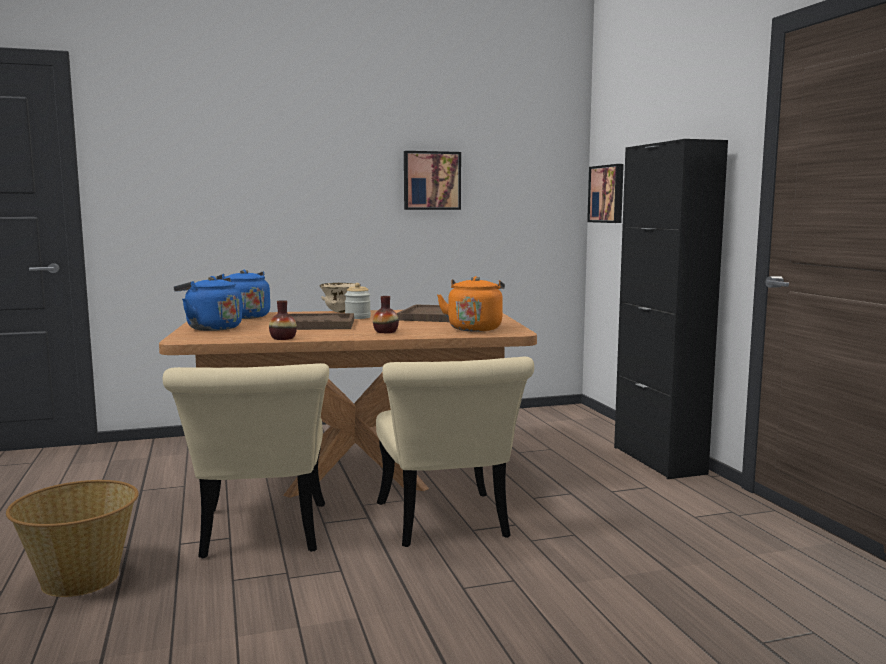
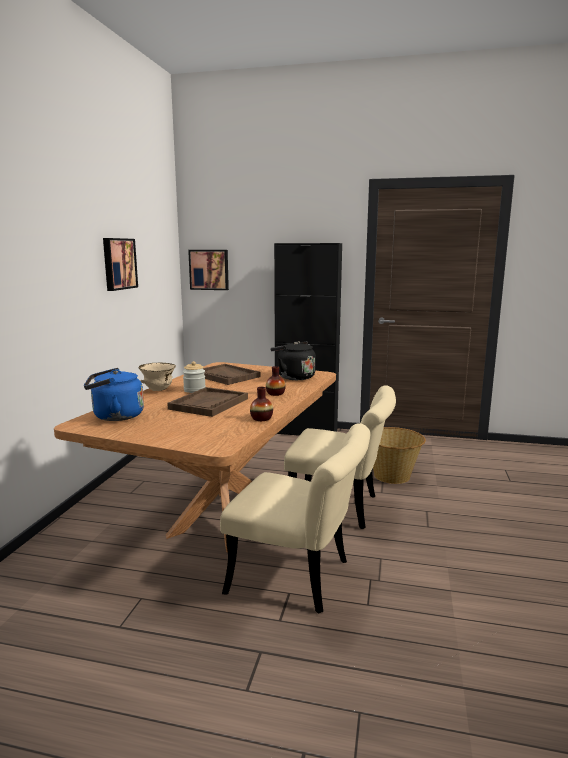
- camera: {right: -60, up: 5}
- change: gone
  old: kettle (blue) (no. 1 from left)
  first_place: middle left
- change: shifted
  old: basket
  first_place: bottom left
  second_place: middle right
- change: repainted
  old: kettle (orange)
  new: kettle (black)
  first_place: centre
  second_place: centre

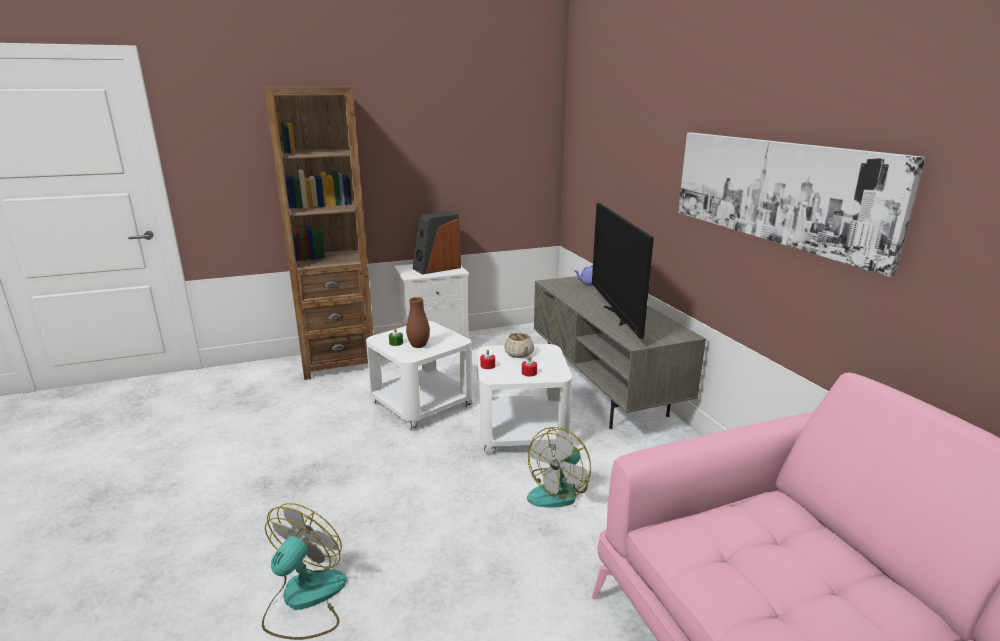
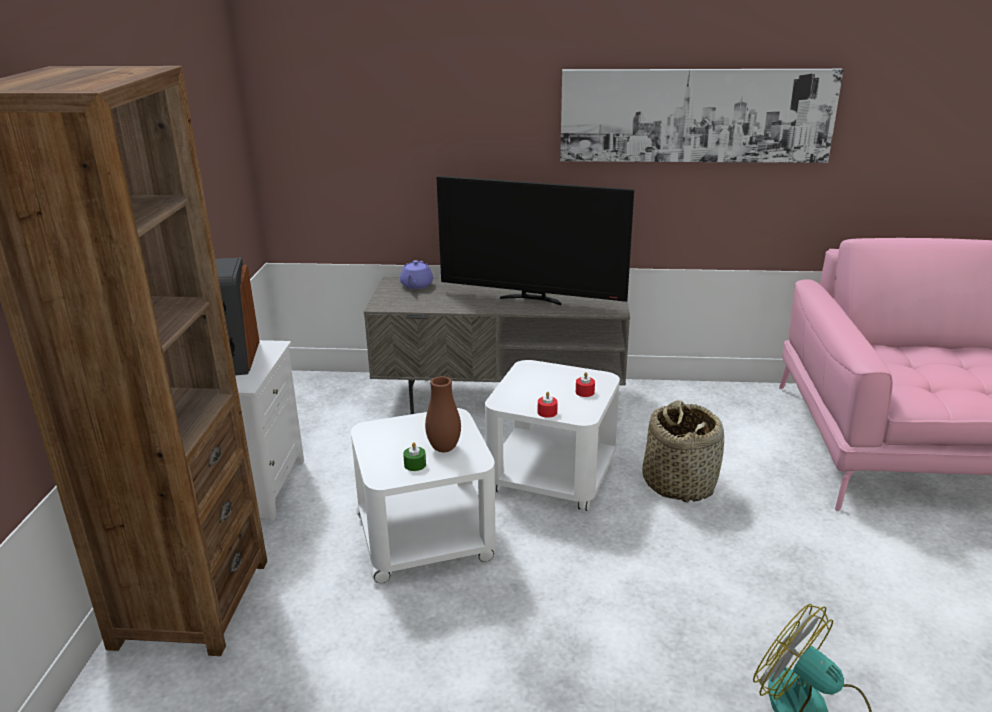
- camera: {right: -65, up: 5}
- change: gone
  old: teapot (beige)
  first_place: centre
- change: swapped
  old: fan (no. 2 from left)
  new: basket
  first_place: bottom centre
  second_place: middle right

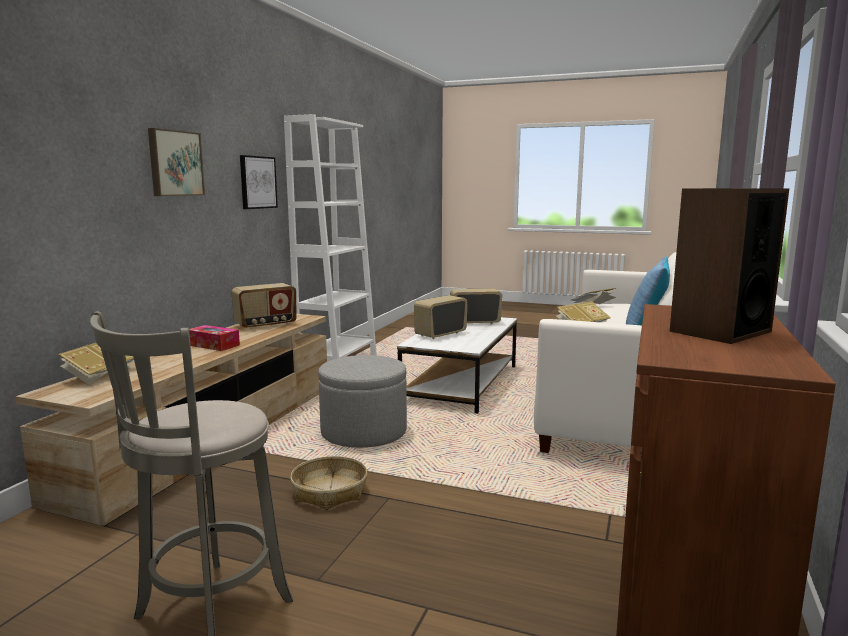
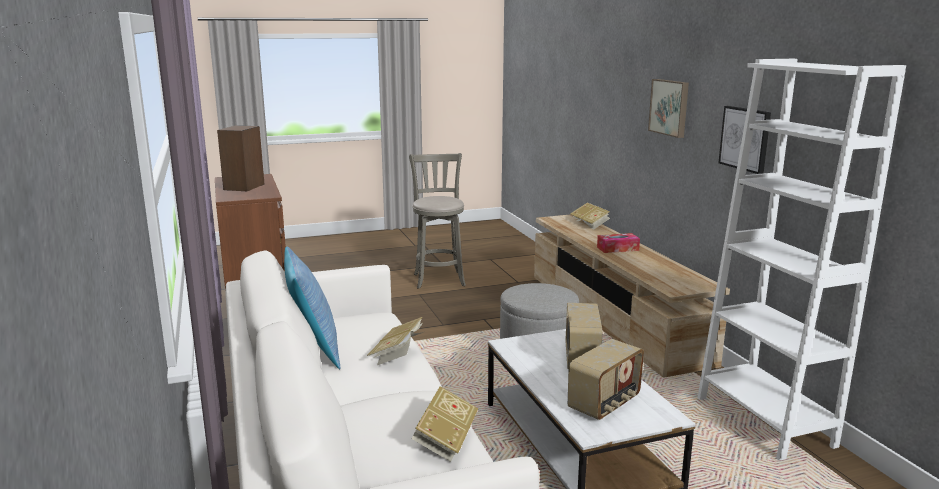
- camera: {right: 140, up: 5}
- change: gone
  old: radio (no. 1 from left)
  first_place: middle left
- change: gone
  old: basket
  first_place: bottom centre

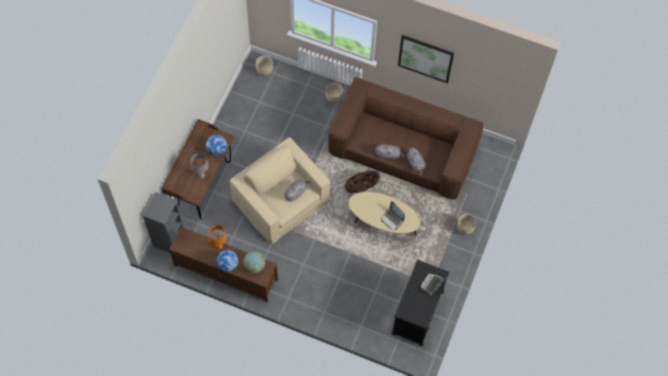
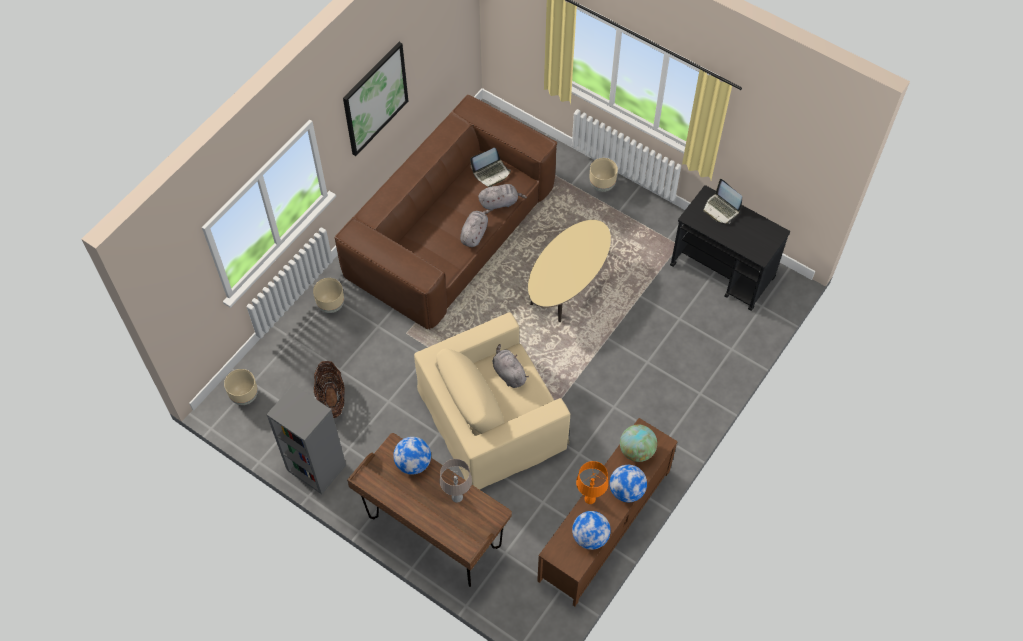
- camera: {right: -75, up: -5}
- change: new
  new: globe (no. 2 from left)
  second_place: bottom centre
- change: shifted
  old: bookcase (grey)
  first_place: middle left
  second_place: bottom left
- change: shifted
  old: basket
  first_place: centre
  second_place: middle left
- change: shifted
  old: laptop (no. 1 from left)
  first_place: centre
  second_place: top centre

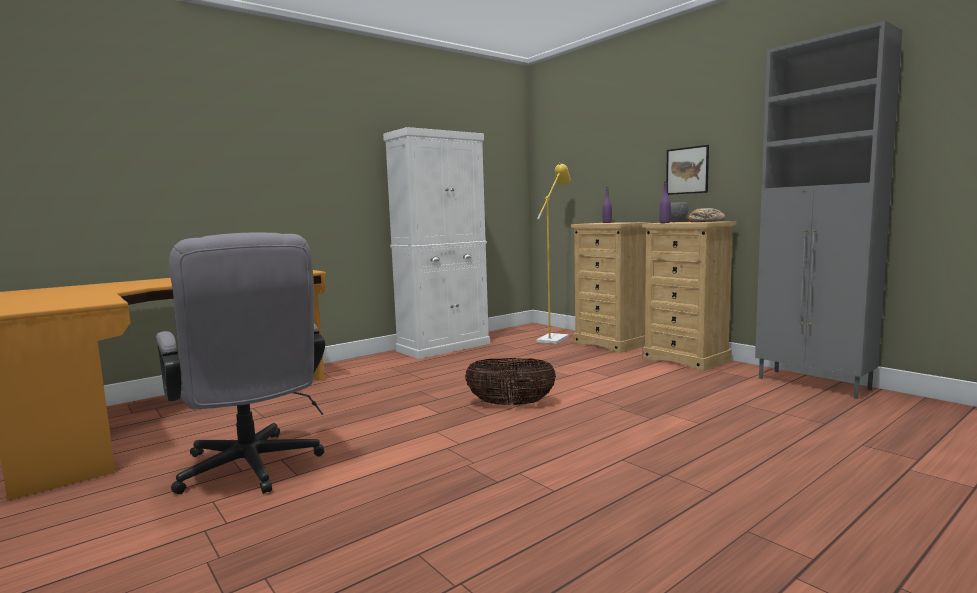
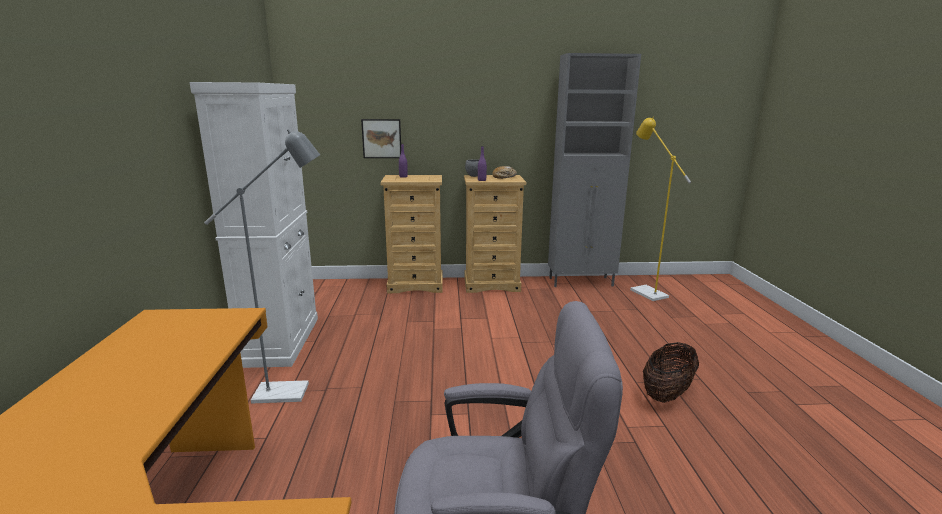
- camera: {right: -55, up: 10}
- change: new
  new: floor lamp (grey)
  second_place: middle left
- change: shifted
  old: basket
  first_place: centre
  second_place: bottom right
- change: shifted
  old: floor lamp (yellow)
  first_place: centre
  second_place: middle right
- change: shifted
  old: picture
  first_place: top right
  second_place: top centre

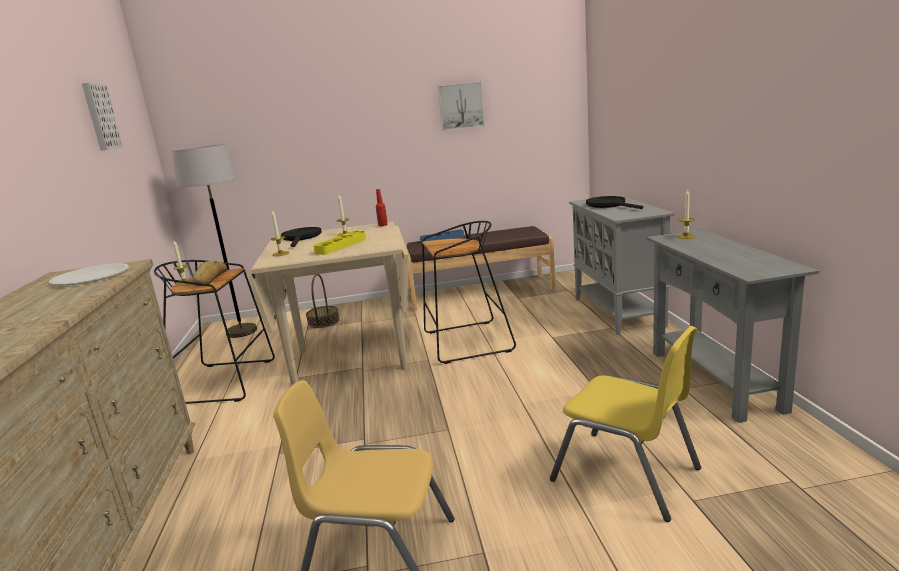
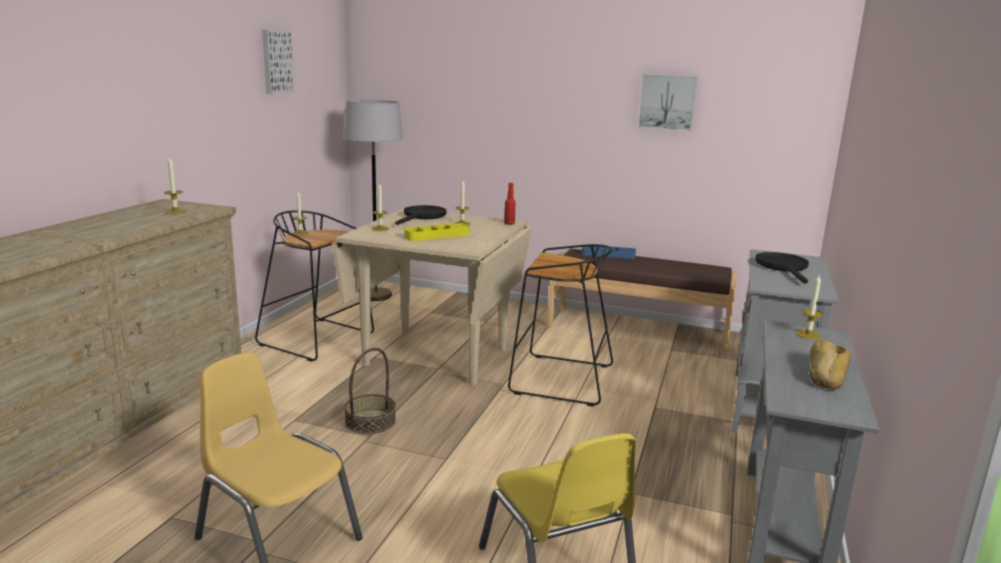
- camera: {right: 25, up: 0}
- change: shifted
  old: bread
  first_place: middle left
  second_place: middle right
- change: shifted
  old: basket
  first_place: centre
  second_place: bottom centre
- change: swapped
  old: plate (white)
  new: candle (no. 1 from left)
  first_place: middle left
  second_place: top left

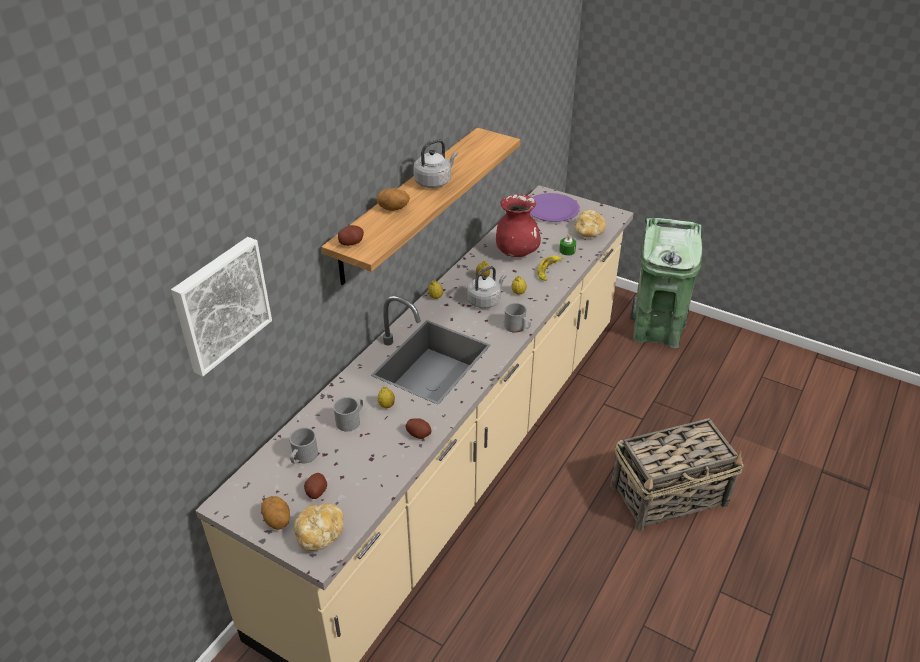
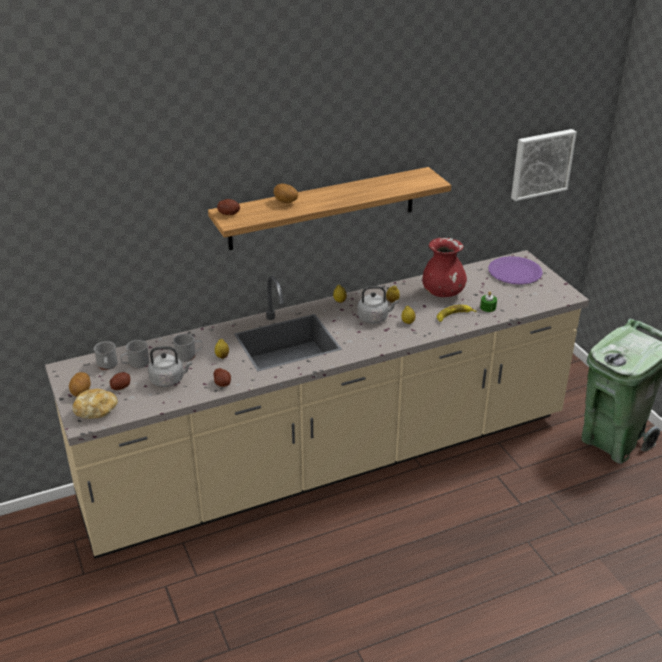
- camera: {right: 35, up: -5}
- change: gone
  old: bread (no. 2 from left)
  first_place: centre
- change: gone
  old: basket
  first_place: bottom right
- change: shifted
  old: picture
  first_place: middle left
  second_place: top right
- change: shifted
  old: kettle (grey) (no. 1 from left)
  first_place: top centre
  second_place: middle left
- change: shifted
  old: mug (grey) (no. 3 from left in the first image)
  new: mug (grey) (no. 1 from left)
  first_place: centre
  second_place: middle left

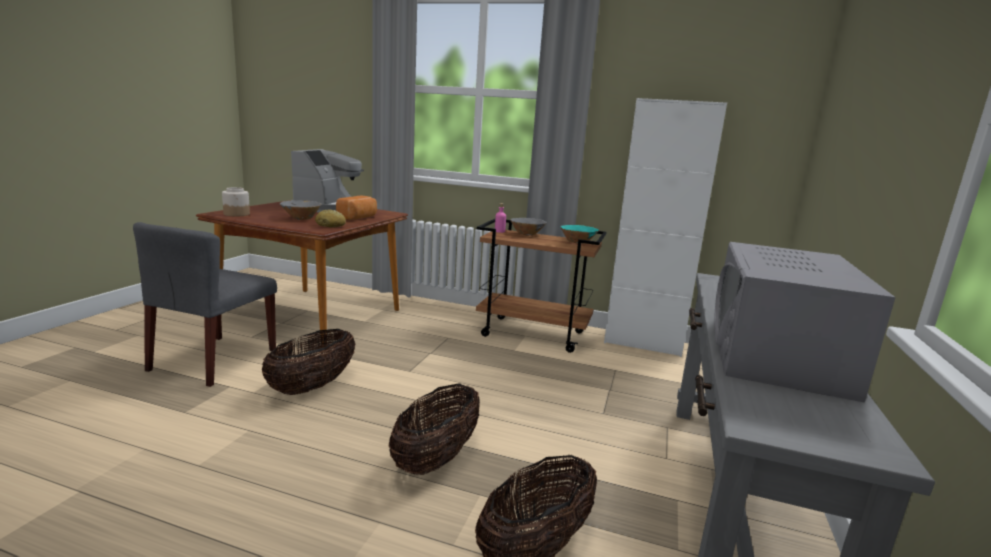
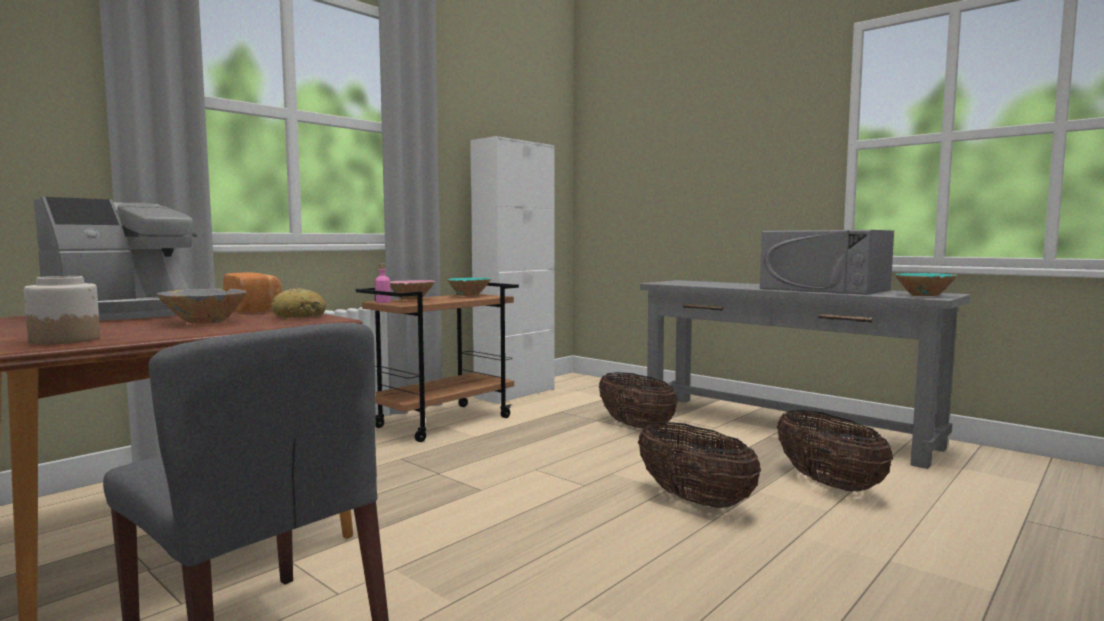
- camera: {right: -65, up: -10}
- change: new
  new: bowl (turquoise) (no. 2 from left)
  second_place: middle right
- change: shifted
  old: basket (no. 1 from left)
  first_place: middle left
  second_place: centre
- change: repainted
  old: bowl (grey) (no. 2 from left)
  new: bowl (pink)
  first_place: centre
  second_place: centre
- change: rotated
  old: coffee machine
  first_place: top left
  second_place: middle left
  degrees: 90

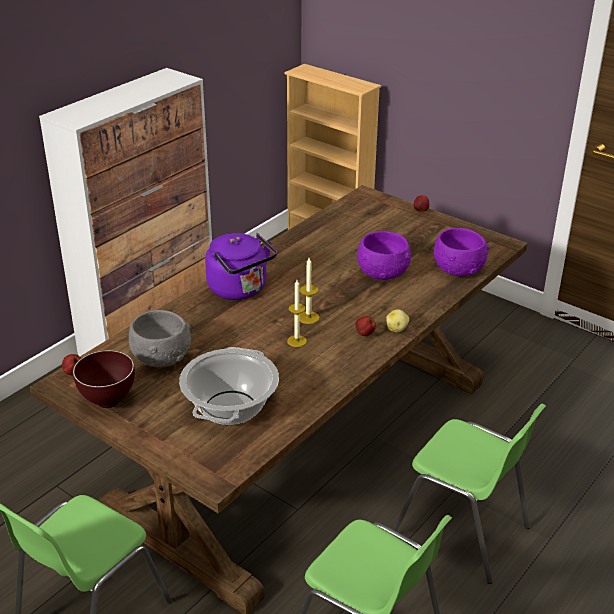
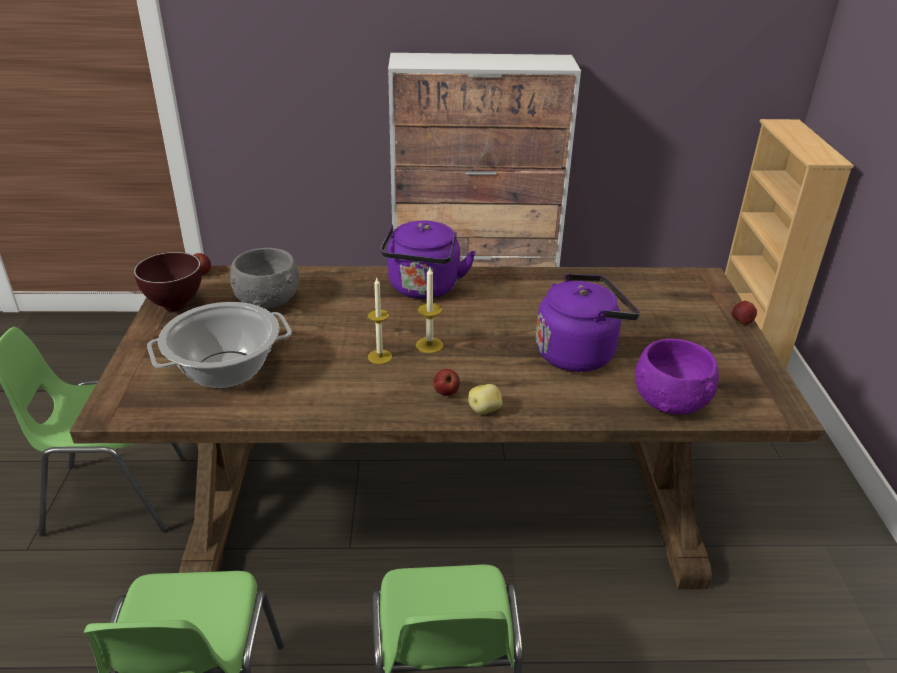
- camera: {right: 50, up: 0}
- change: swapped
  old: bowl (purple) (no. 1 from left)
  new: kettle (purple) (no. 2 from left)
  first_place: centre
  second_place: centre

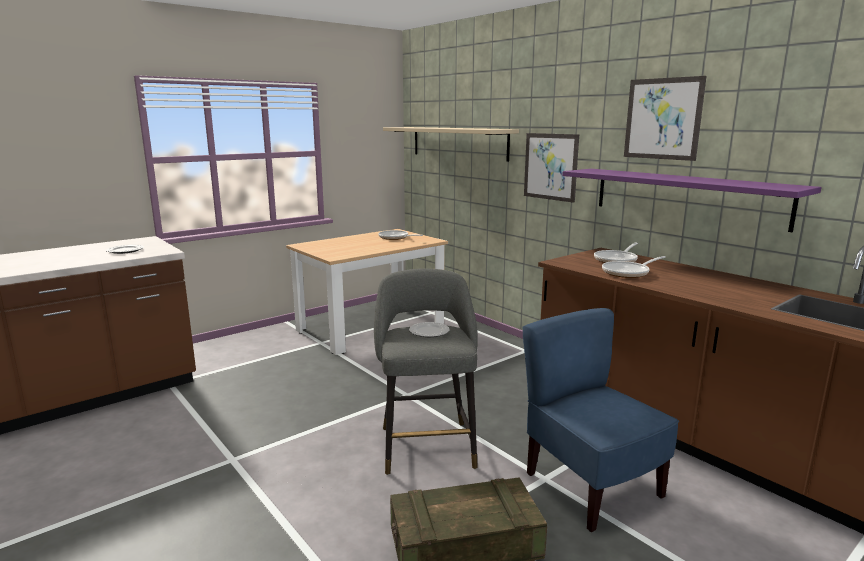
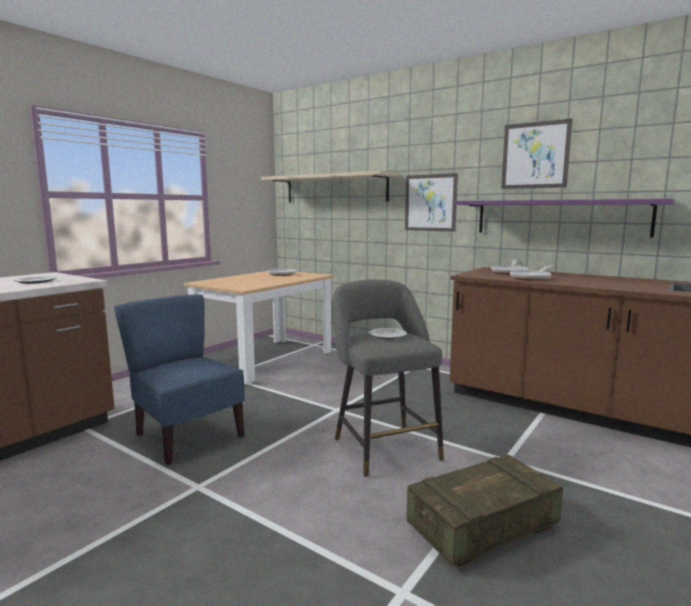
- camera: {right: -15, up: -5}
- change: shifted
  old: chair (blue)
  first_place: bottom right
  second_place: middle left

